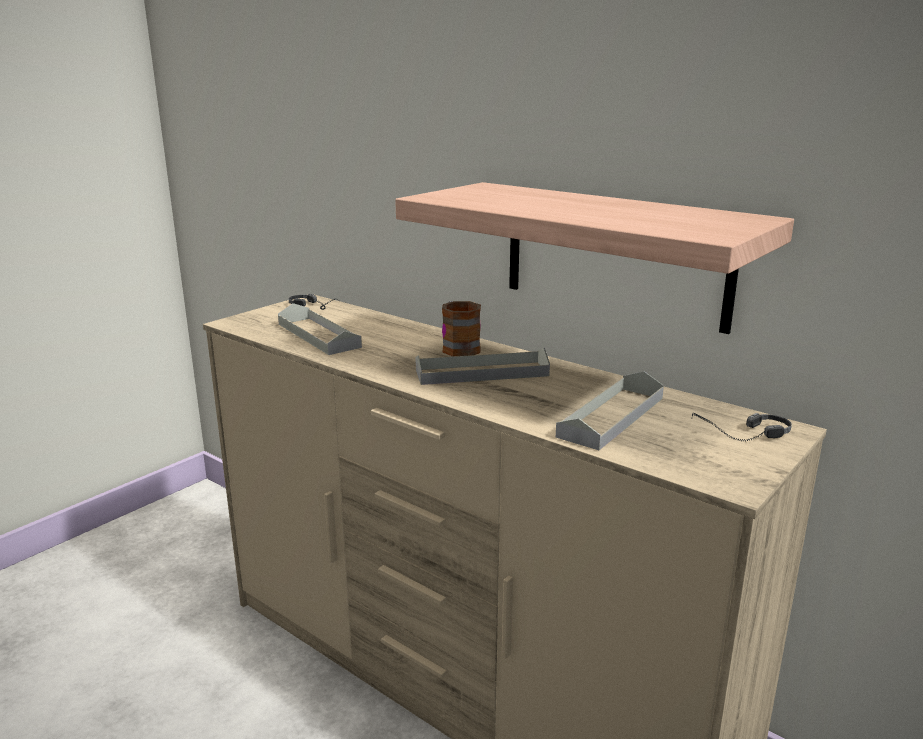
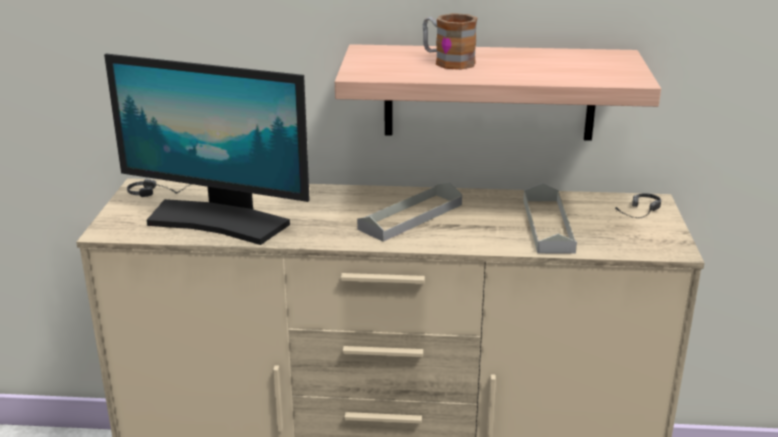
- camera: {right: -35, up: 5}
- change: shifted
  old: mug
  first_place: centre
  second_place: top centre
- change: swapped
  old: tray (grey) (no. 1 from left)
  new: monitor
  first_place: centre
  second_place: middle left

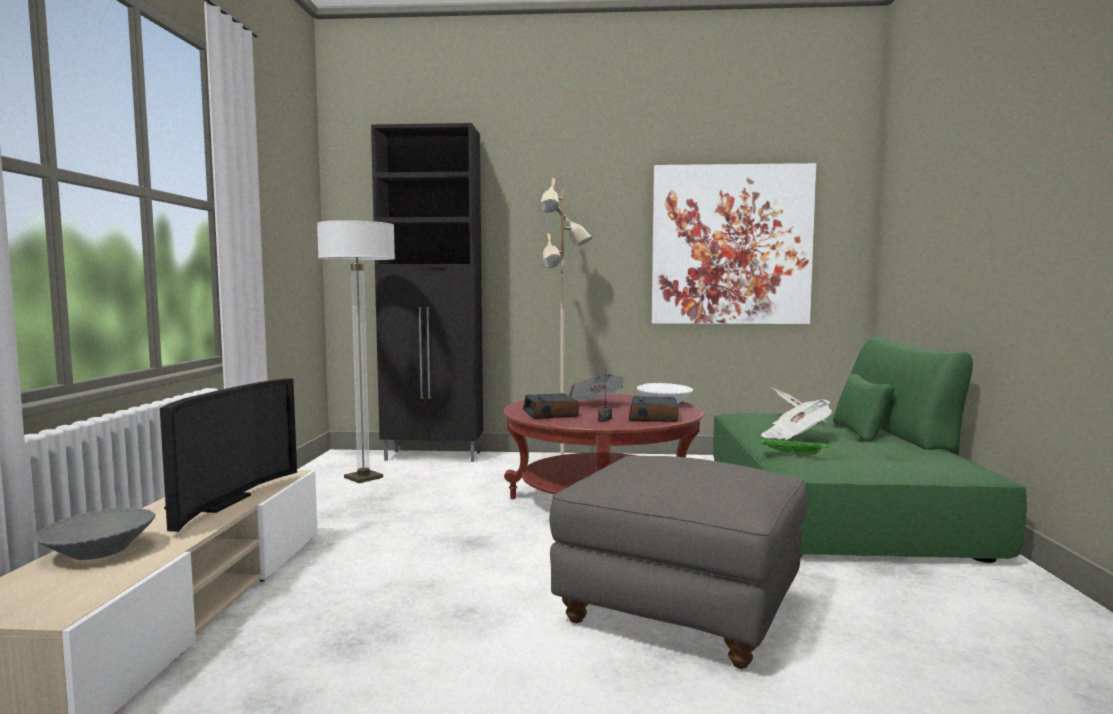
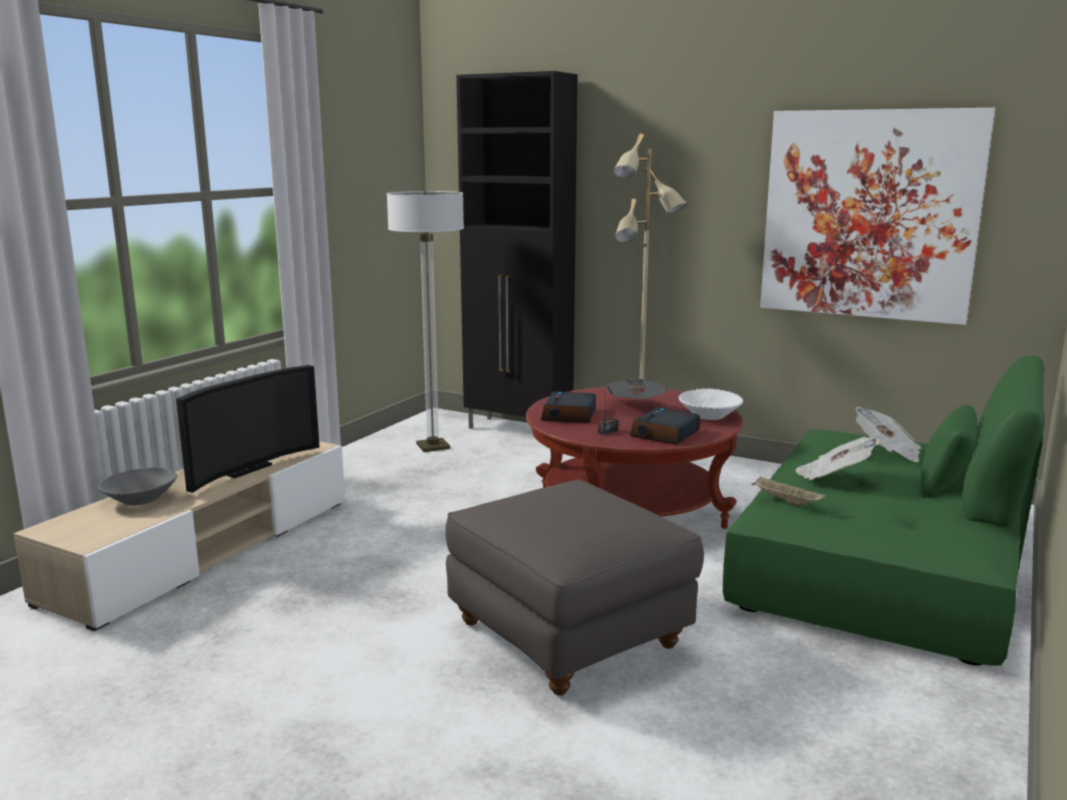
- camera: {right: 25, up: 10}
- change: repainted
  old: tray (green)
  new: tray (beige)
  first_place: middle right
  second_place: middle right

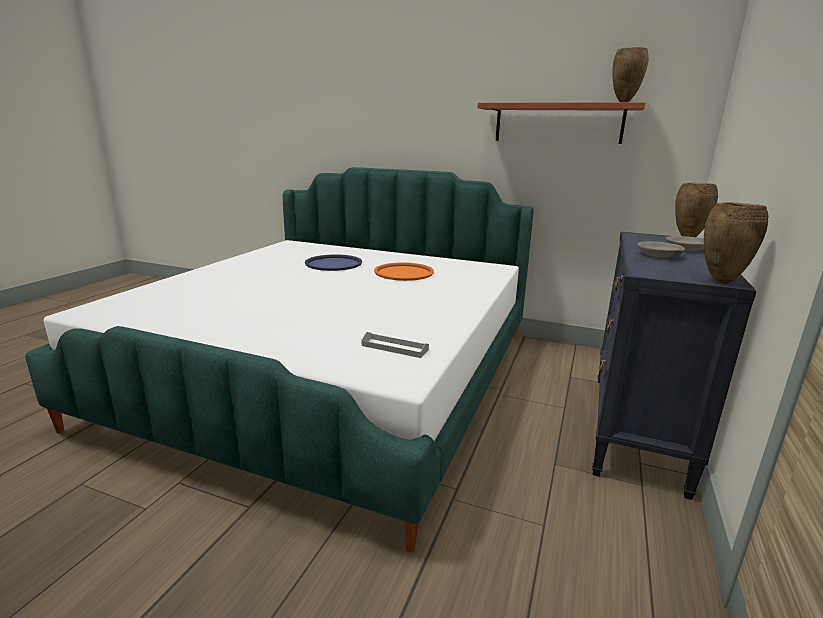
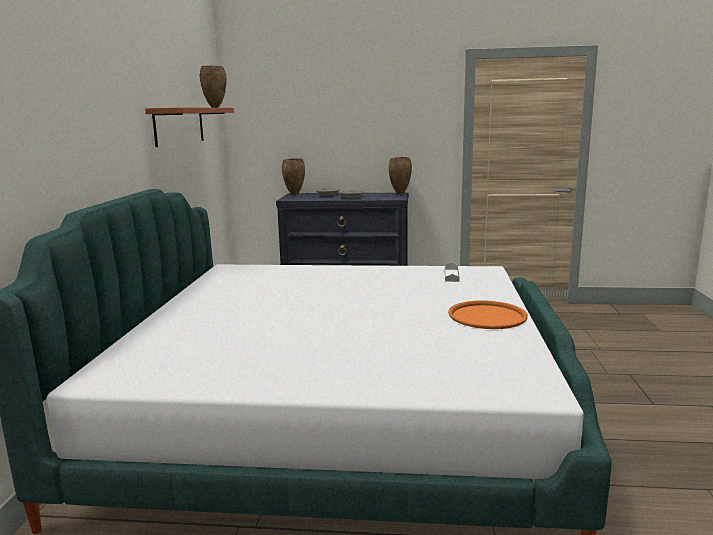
- camera: {right: -105, up: -5}
- change: gone
  old: tray (blue)
  first_place: centre
- change: shifted
  old: tray (orange)
  first_place: centre
  second_place: middle right

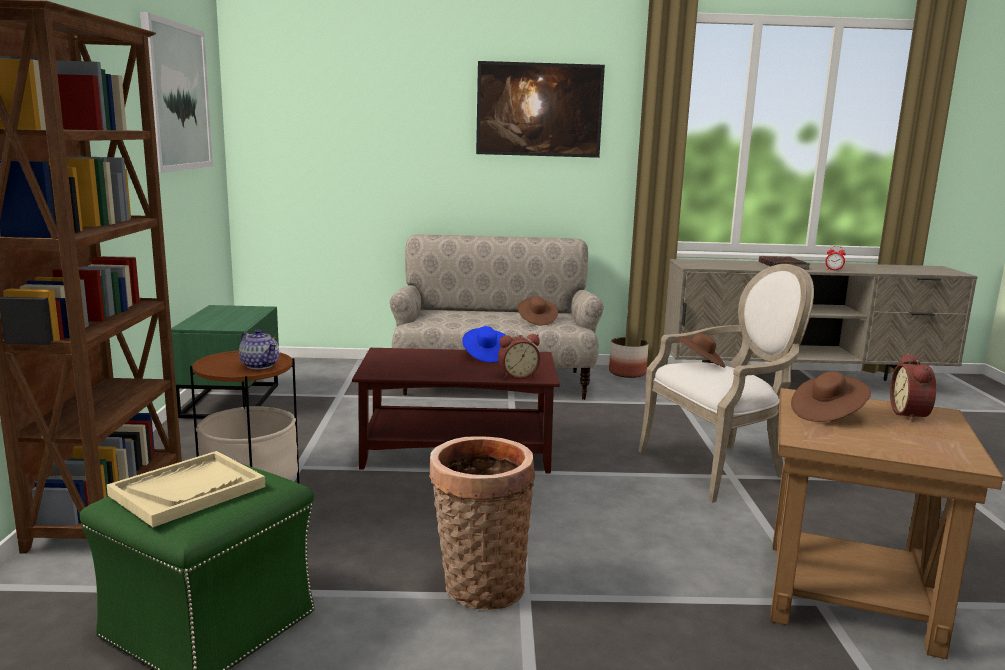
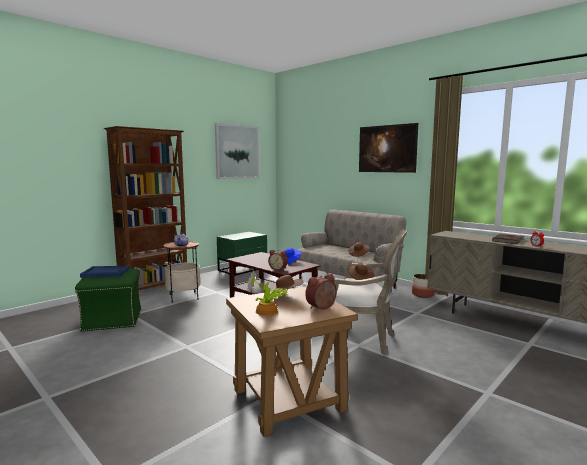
- camera: {right: 45, up: -5}
- change: gone
  old: basket
  first_place: bottom centre
- change: new
  new: potted plant
  second_place: centre
- change: repainted
  old: tray (beige)
  new: tray (blue)
  first_place: bottom left
  second_place: middle left

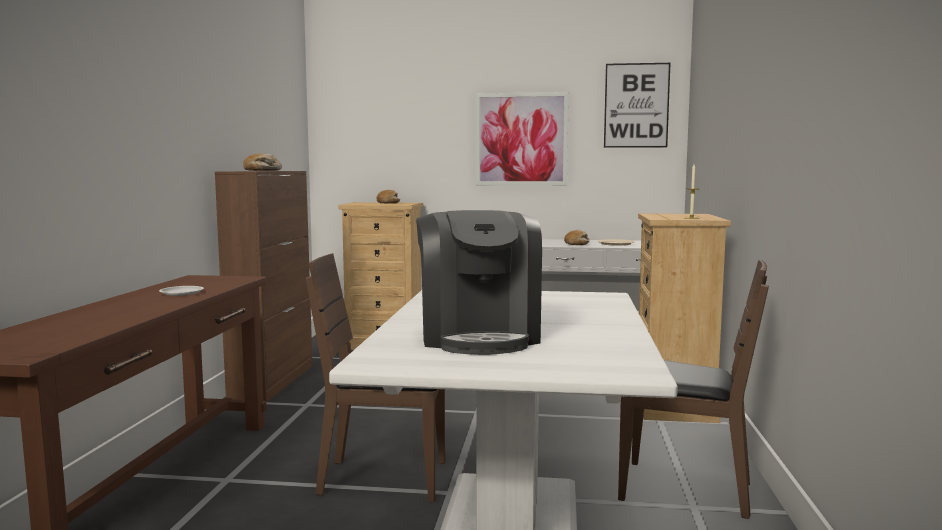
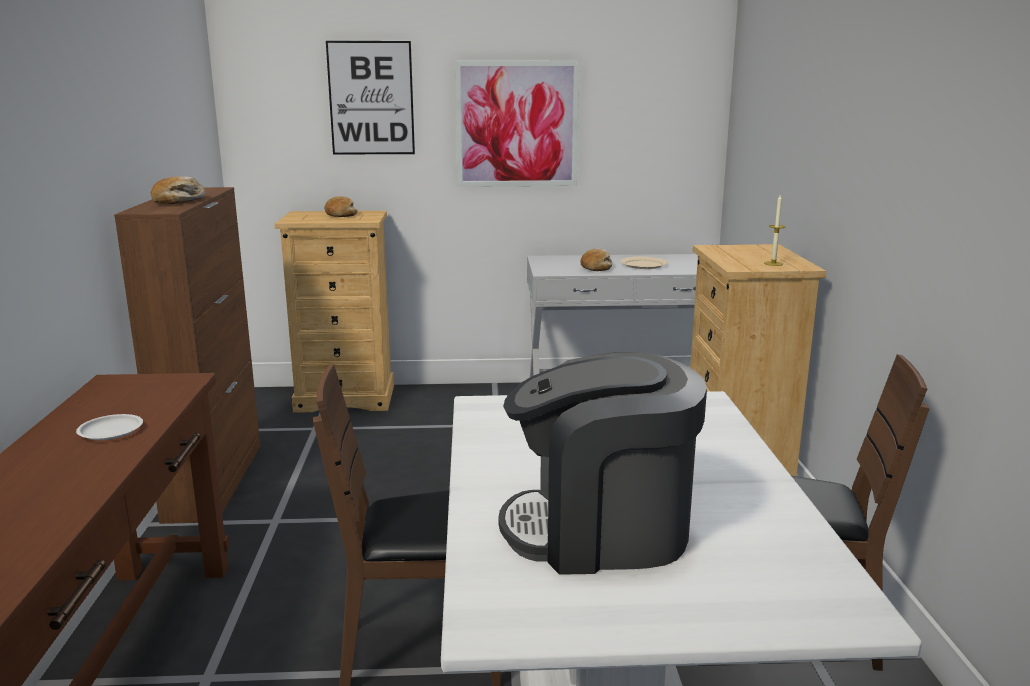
- camera: {right: -10, up: 10}
- change: shifted
  old: picture (no. 2 from left in the first image)
  new: picture (no. 1 from left)
  first_place: top right
  second_place: top centre
- change: rotated
  old: coffee machine
  first_place: centre
  second_place: bottom centre
  degrees: 105

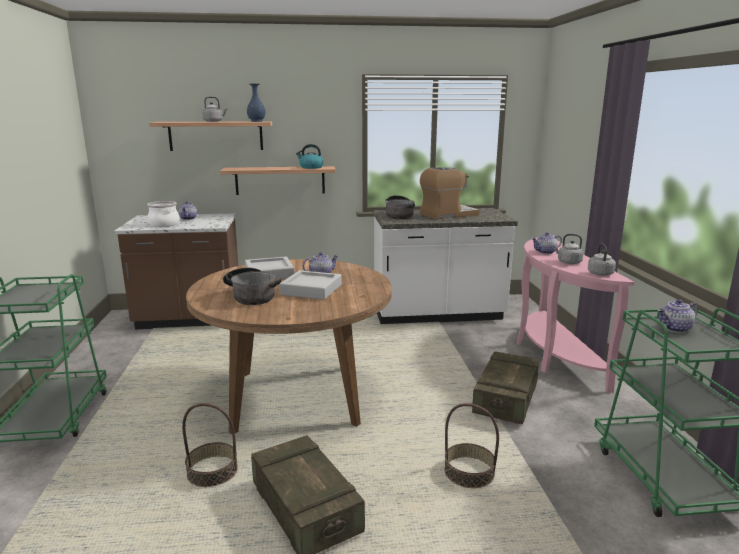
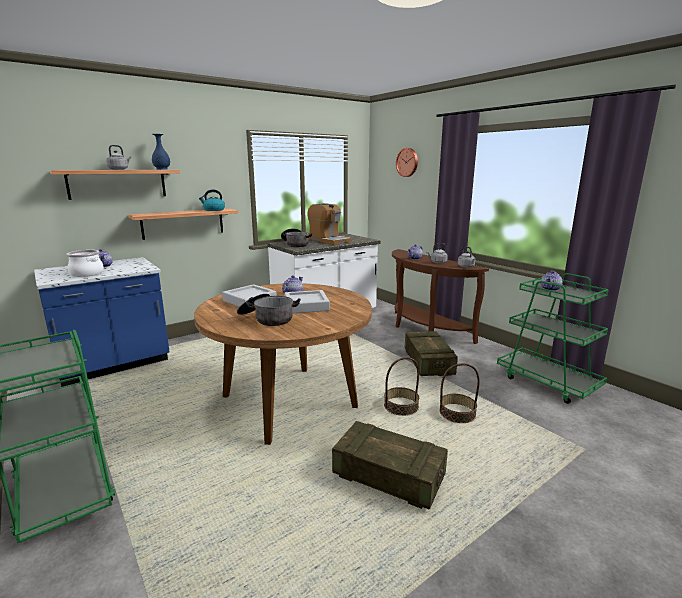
- camera: {right: -30, up: 0}
- change: new
  new: wall clock
  second_place: top centre
- change: shifted
  old: basket (no. 1 from left)
  first_place: bottom left
  second_place: centre
- change: repainted
  old: counter (brown)
  new: counter (blue)
  first_place: middle left
  second_place: middle left
- change: repainted
  old: console table (pink)
  new: console table (brown)
  first_place: middle right
  second_place: centre
- change: rotated
  old: coffee machine
  first_place: centre
  second_place: centre
  degrees: 105

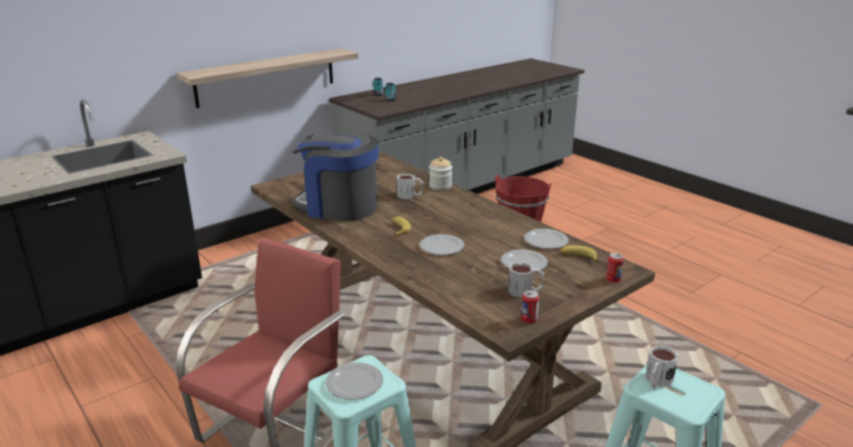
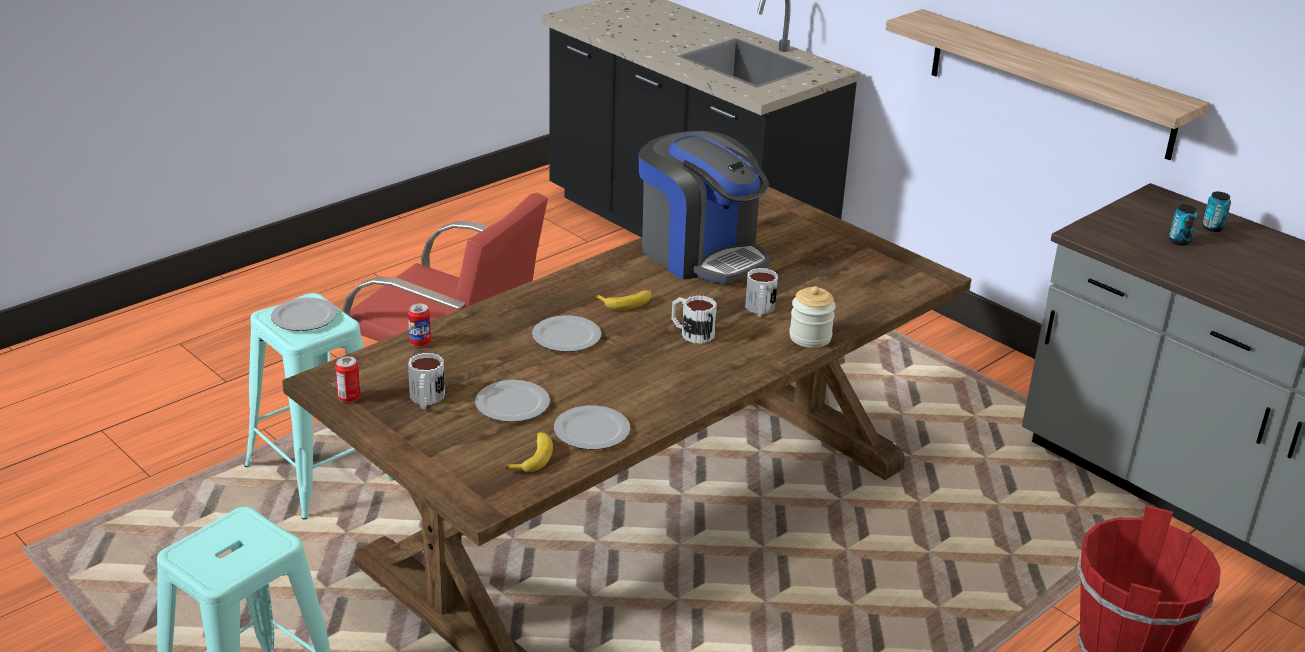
- camera: {right: 85, up: 5}
- change: shifted
  old: can (no. 4 from left in the first image)
  new: can (no. 2 from left)
  first_place: middle right
  second_place: middle left
- change: shifted
  old: mug (no. 3 from left in the first image)
  new: mug (no. 2 from left)
  first_place: bottom right
  second_place: centre
- change: rotated
  old: coffee machine
  first_place: centre
  second_place: top centre
  degrees: 120

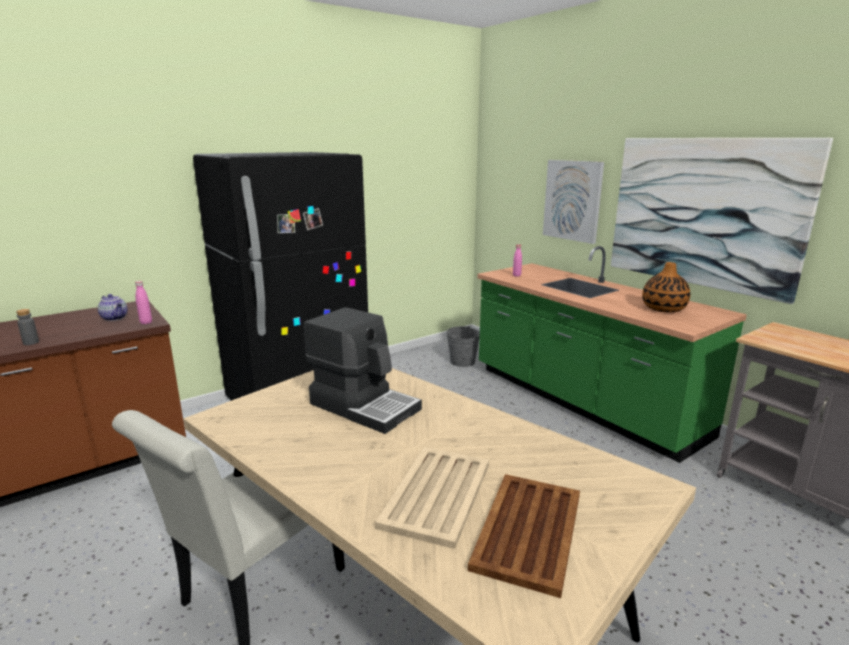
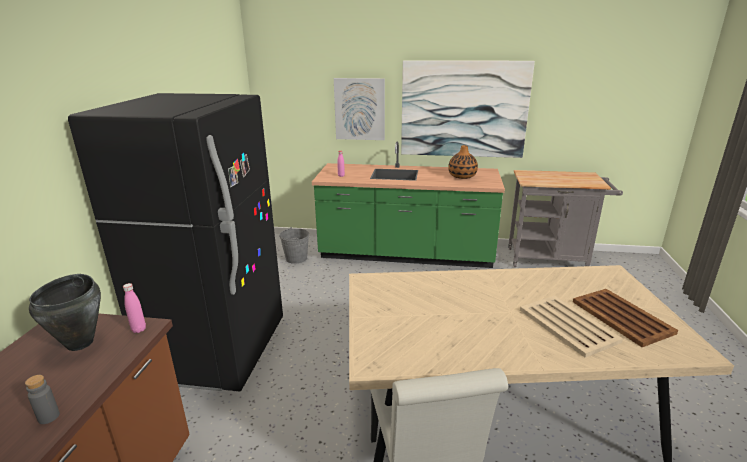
- camera: {right: -45, up: 5}
- change: gone
  old: coffee machine
  first_place: centre
- change: swapped
  old: teapot
  new: cooking pot (black)
  first_place: middle left
  second_place: bottom left

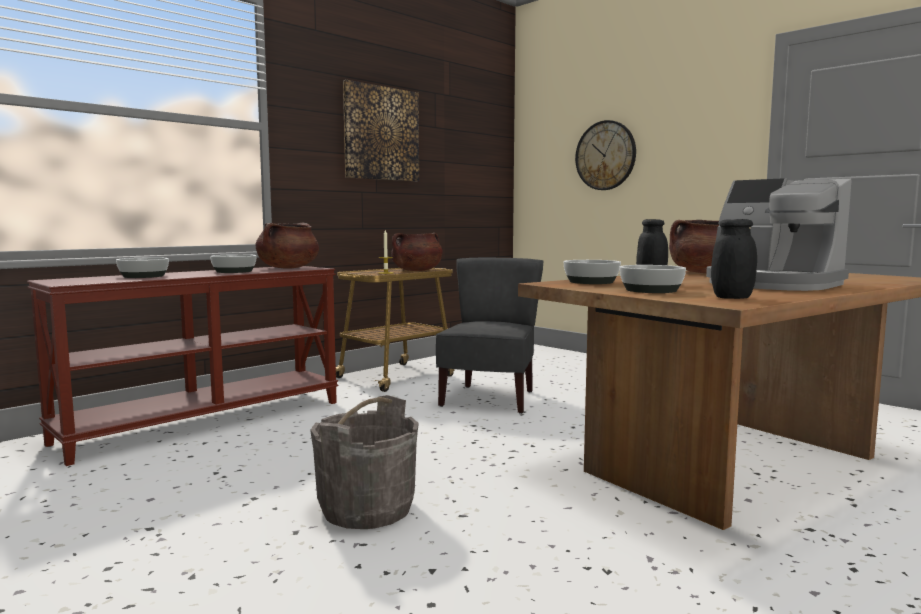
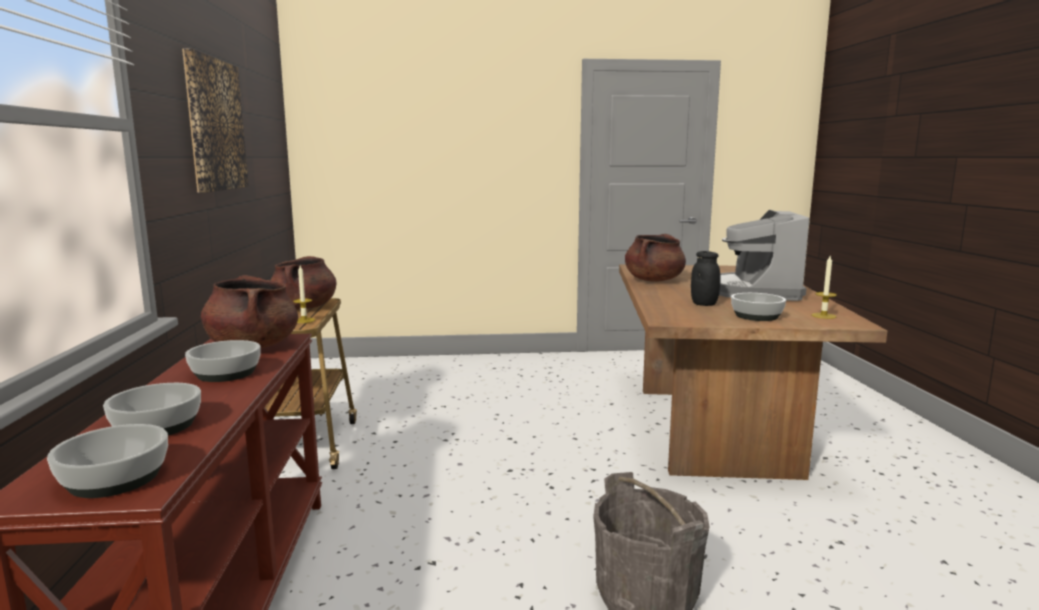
- camera: {right: -50, up: 5}
- change: gone
  old: chair (grey)
  first_place: centre
- change: gone
  old: wall clock
  first_place: top centre
- change: shifted
  old: bowl (no. 3 from left in the first image)
  new: bowl (no. 1 from left)
  first_place: centre
  second_place: bottom left
- change: swapped
  old: jar (black) (no. 2 from left)
  new: candle (no. 2 from left)
  first_place: middle right
  second_place: middle right
- change: rotated
  old: coffee machine
  first_place: middle right
  second_place: middle right
  degrees: 105

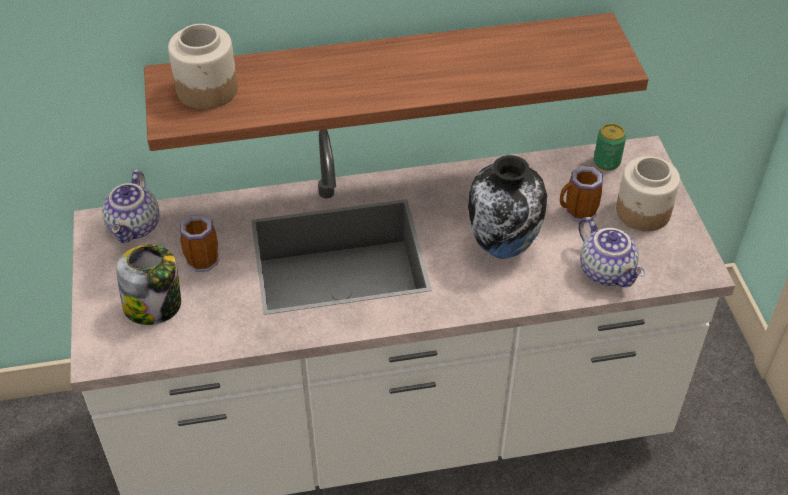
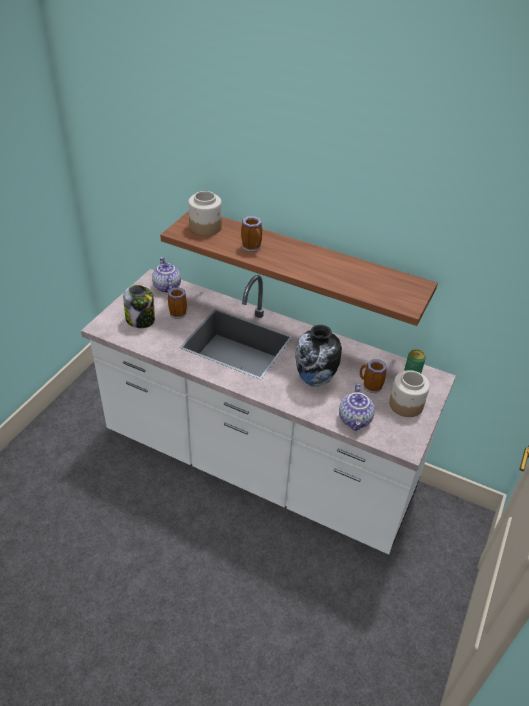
- camera: {right: 35, up: -5}
- change: new
  new: mug (no. 2 from left)
  second_place: top centre
- change: rotated
  old: teapot (no. 1 from left)
  first_place: middle left
  second_place: middle left
  degrees: 120

